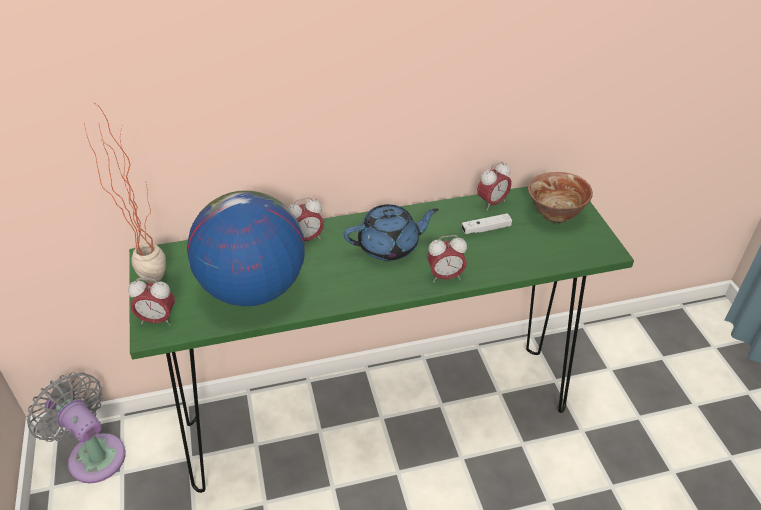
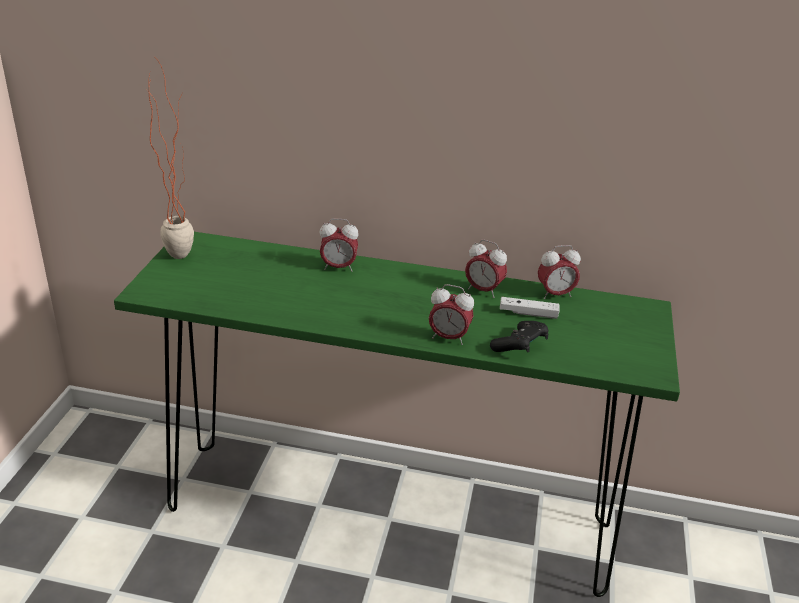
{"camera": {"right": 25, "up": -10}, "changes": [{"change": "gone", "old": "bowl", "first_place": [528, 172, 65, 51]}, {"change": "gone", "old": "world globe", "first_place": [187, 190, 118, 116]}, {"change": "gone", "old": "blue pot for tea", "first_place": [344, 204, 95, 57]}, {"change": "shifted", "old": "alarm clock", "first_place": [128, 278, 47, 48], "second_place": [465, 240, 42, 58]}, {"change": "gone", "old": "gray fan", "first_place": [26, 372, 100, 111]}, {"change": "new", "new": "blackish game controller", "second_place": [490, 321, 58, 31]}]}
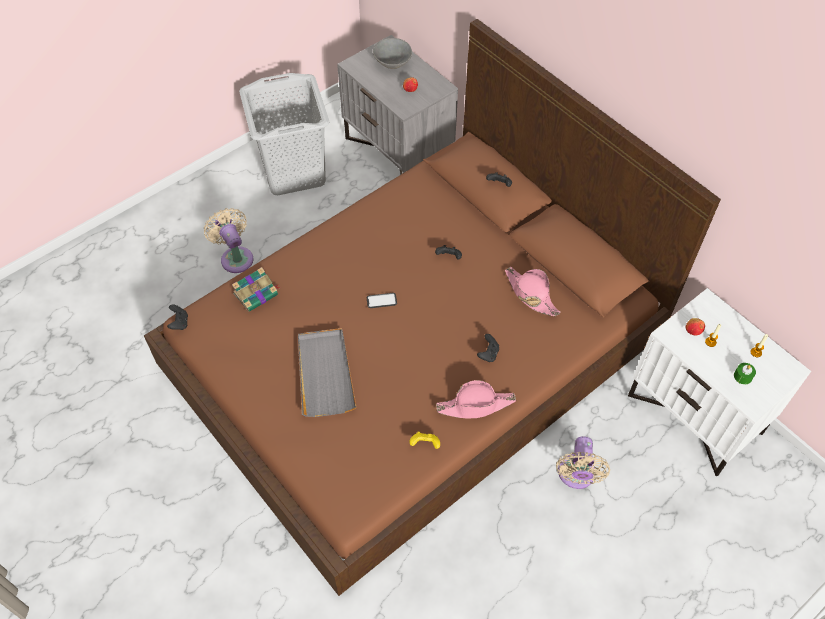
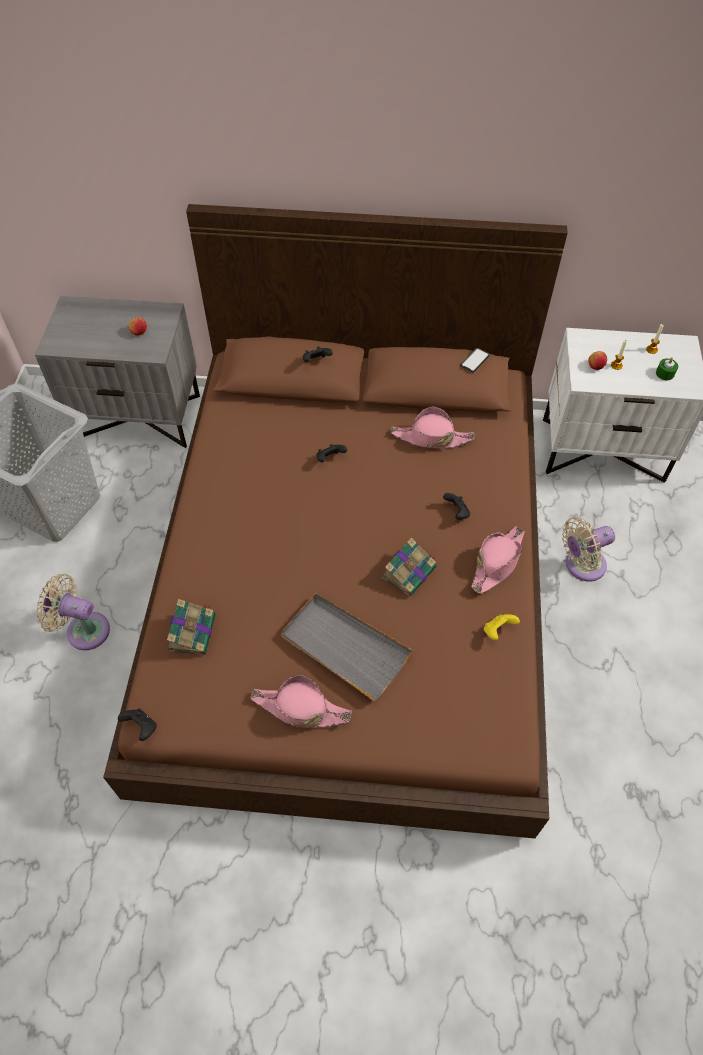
{"camera": {"right": -45, "up": 0}, "changes": [{"change": "gone", "old": "gray bowl", "first_place": [373, 38, 39, 31]}, {"change": "shifted", "old": "phone", "first_place": [367, 293, 30, 15], "second_place": [460, 348, 30, 24]}, {"change": "rotated", "old": "sand-coloured fan", "first_place": [556, 436, 54, 53], "second_place": [562, 517, 53, 65], "degrees": 105}, {"change": "new", "new": "volume", "second_place": [381, 538, 56, 58]}, {"change": "new", "new": "pinkish clothing hat", "second_place": [250, 675, 102, 53]}]}
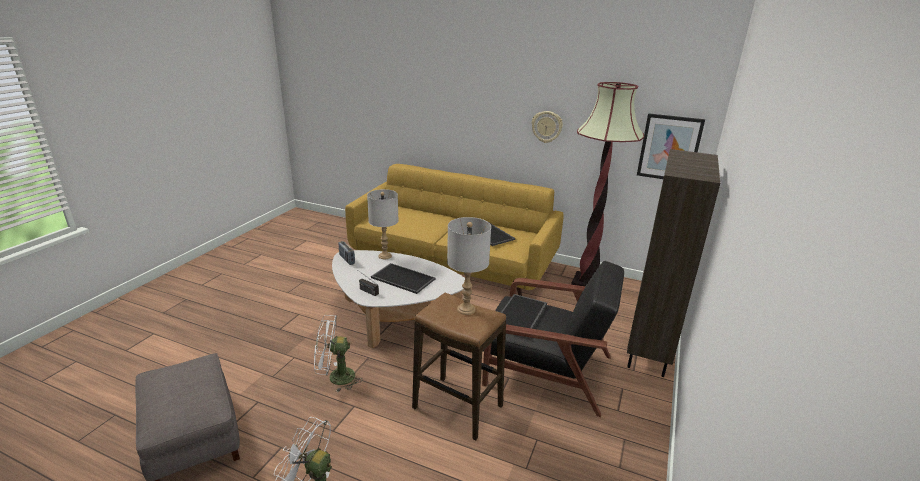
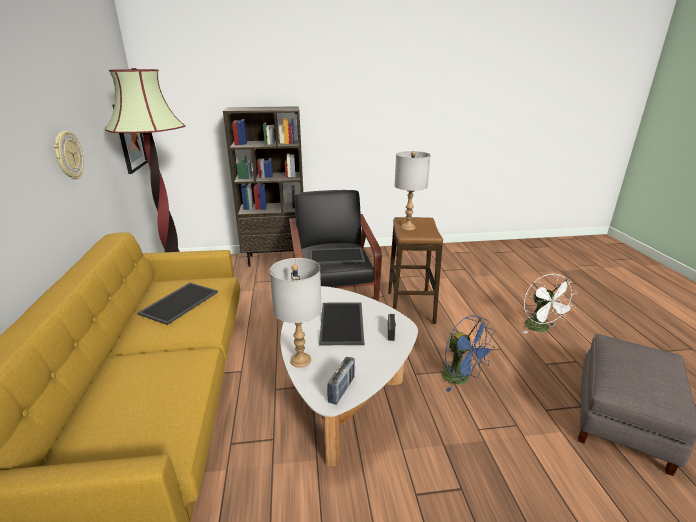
{"camera": {"right": -120, "up": 0}, "changes": [{"change": "repainted", "old": "white-coloured fan", "new": "blue fan", "first_place": [314, 315, 49, 77], "second_place": [441, 315, 55, 77]}]}
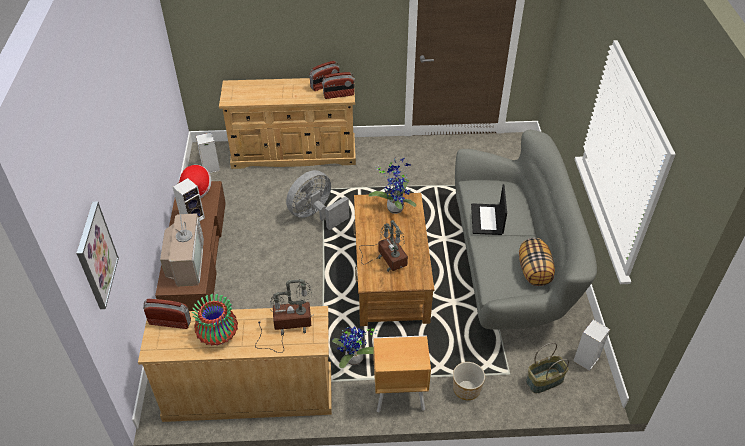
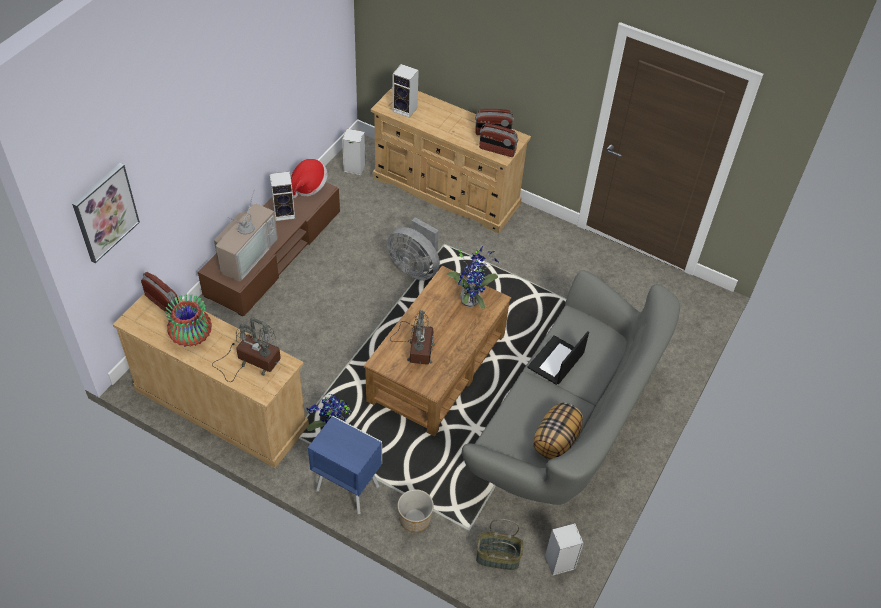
{"camera": {"right": 30, "up": 5}, "changes": [{"change": "rotated", "old": "gray fan", "first_place": [286, 170, 63, 60], "second_place": [387, 217, 53, 63], "degrees": -135}, {"change": "repainted", "old": "brownish nightstand", "new": "blue nightstand", "first_place": [374, 335, 57, 78], "second_place": [308, 416, 74, 98]}, {"change": "new", "new": "loudspeaker", "second_place": [392, 64, 27, 54]}]}
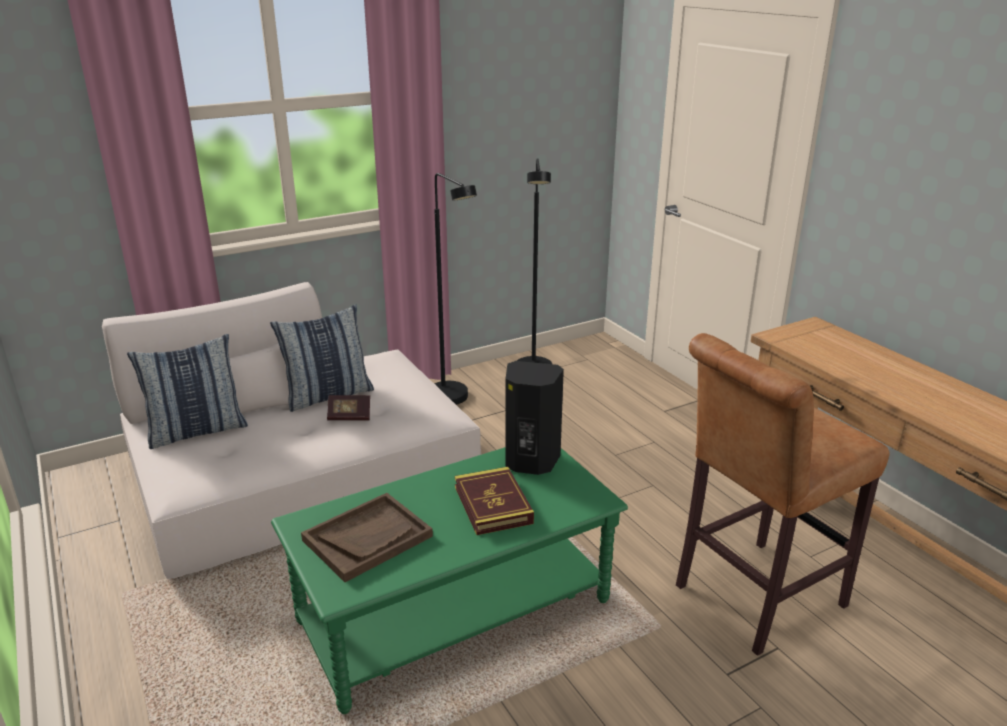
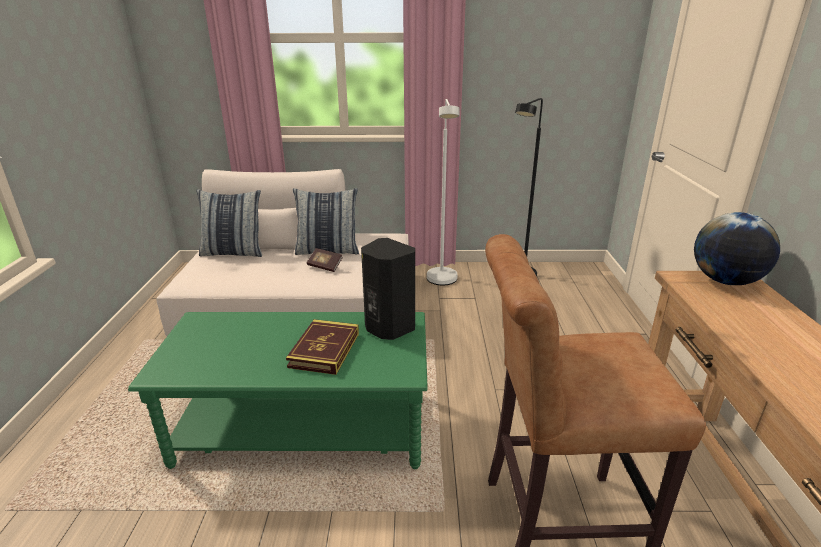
{"camera": {"right": 30, "up": 0}, "changes": [{"change": "repainted", "old": "blackish standing lamp", "new": "white-coloured standing lamp", "first_place": [434, 173, 43, 232], "second_place": [427, 99, 32, 186]}, {"change": "gone", "old": "brownish serving tray", "first_place": [301, 493, 132, 89]}, {"change": "new", "new": "world globe", "second_place": [694, 212, 86, 73]}]}
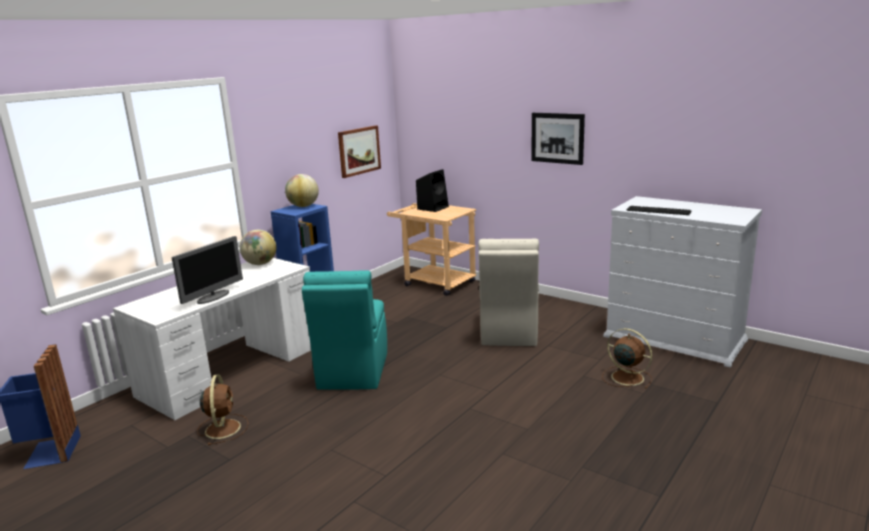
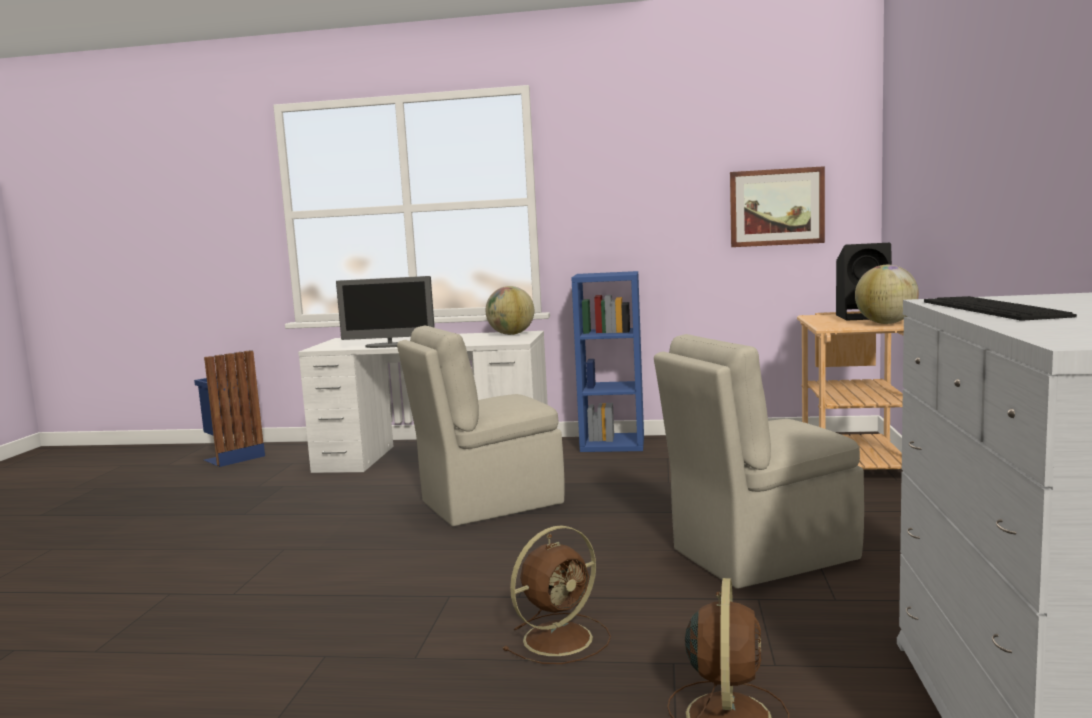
{"camera": {"right": 60, "up": -10}, "changes": [{"change": "gone", "old": "picture", "first_place": [531, 113, 54, 52]}, {"change": "shifted", "old": "world globe", "first_place": [285, 174, 34, 33], "second_place": [855, 265, 64, 59]}, {"change": "repainted", "old": "blue-green chair", "new": "sand-coloured chair", "first_place": [302, 270, 85, 120], "second_place": [397, 326, 167, 201]}, {"change": "shifted", "old": "brownish fan", "first_place": [197, 374, 51, 71], "second_place": [502, 525, 109, 139]}]}
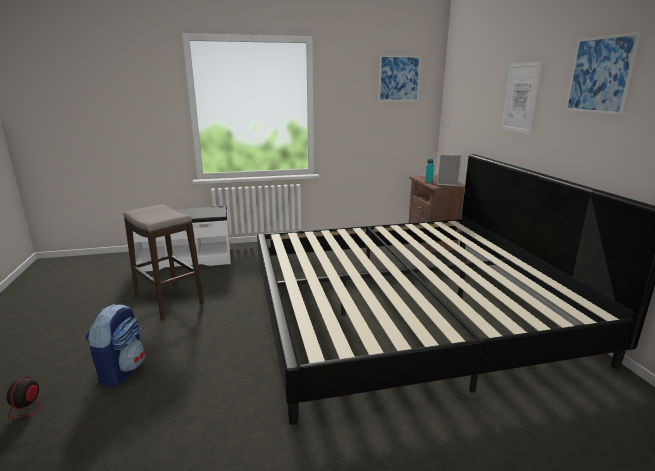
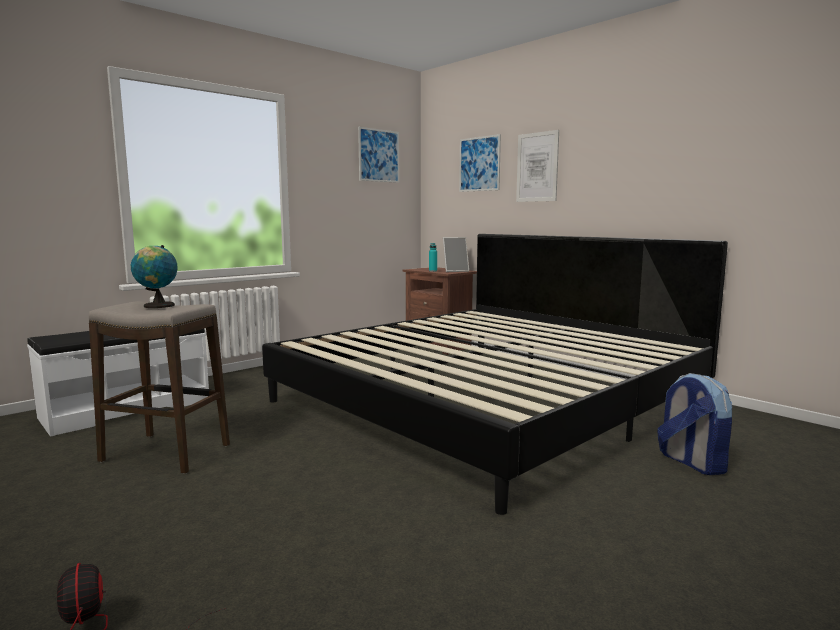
{"camera": {"right": -30, "up": -10}, "changes": [{"change": "shifted", "old": "picture", "first_place": [565, 32, 76, 83], "second_place": [459, 134, 42, 58]}, {"change": "shifted", "old": "backpack", "first_place": [86, 304, 59, 84], "second_place": [657, 373, 75, 102]}, {"change": "new", "new": "world globe", "second_place": [131, 245, 47, 63]}]}
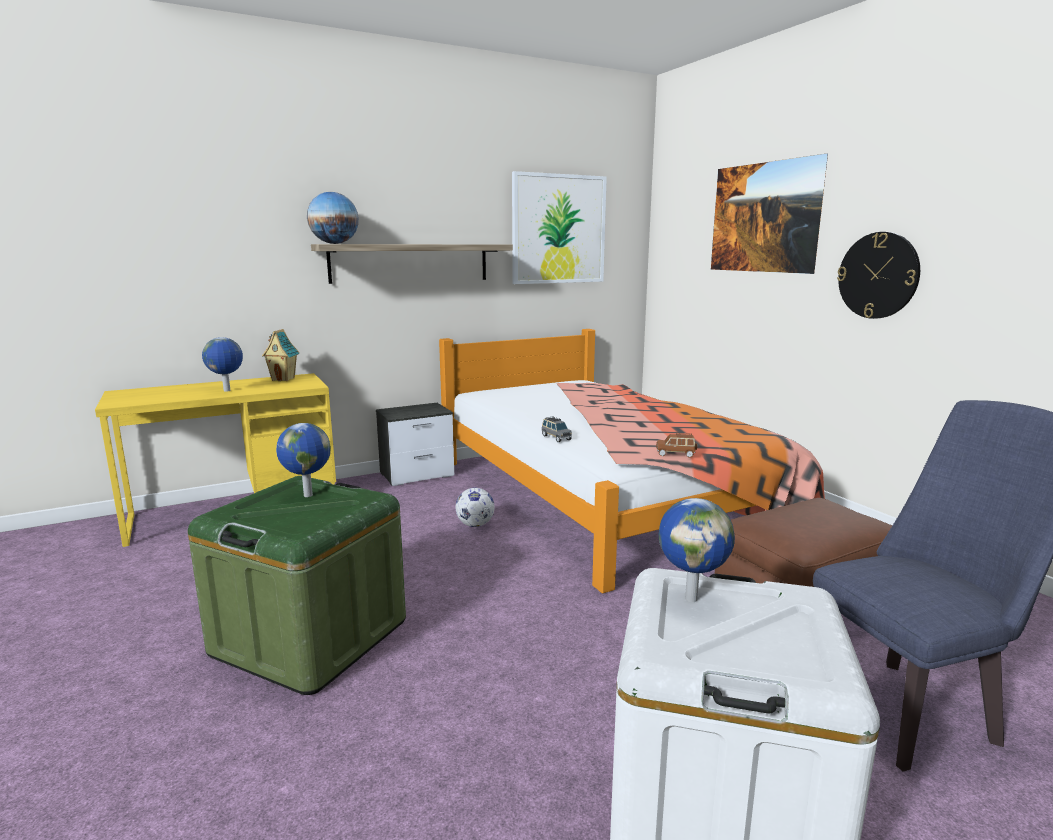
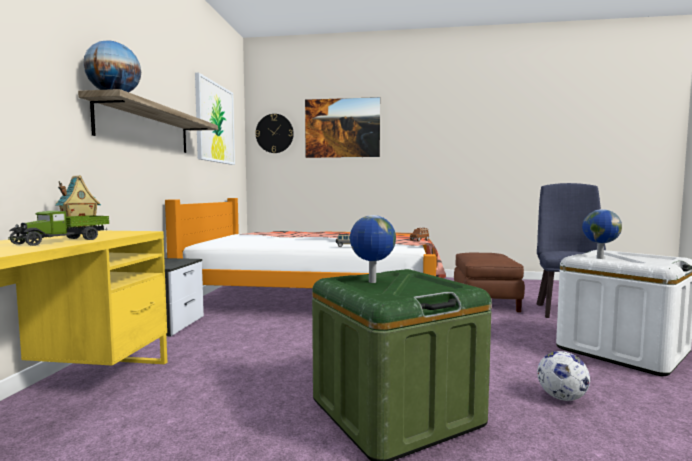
{"camera": {"right": -55, "up": -10}, "changes": [{"change": "shifted", "old": "hanging clock", "first_place": [837, 232, 83, 87], "second_place": [255, 114, 39, 39]}, {"change": "swapped", "old": "world globe", "new": "model truck", "first_place": [202, 337, 41, 55], "second_place": [8, 211, 101, 35]}, {"change": "shifted", "old": "football ball", "first_place": [455, 488, 40, 39], "second_place": [537, 351, 53, 50]}]}
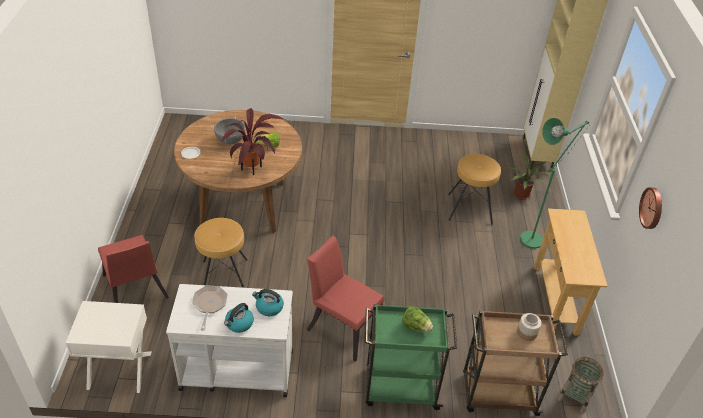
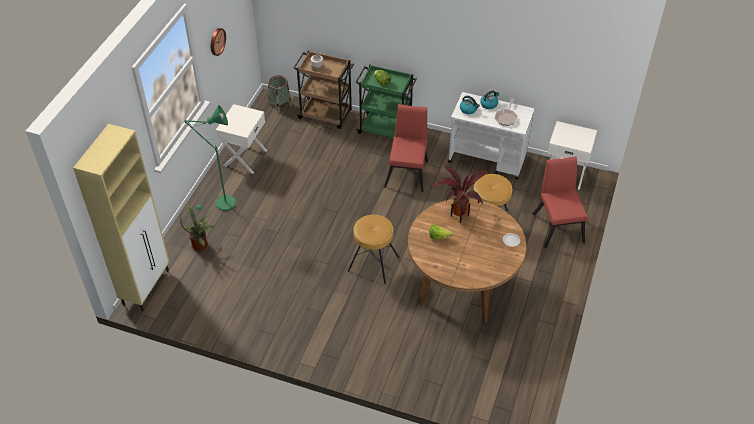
{"camera": {"right": -160, "up": 5}, "changes": [{"change": "gone", "old": "gray cooking pot", "first_place": [211, 117, 36, 27]}, {"change": "shifted", "old": "brownish stool", "first_place": [448, 154, 53, 71], "second_place": [348, 215, 51, 69]}, {"change": "swapped", "old": "sand-coloured hall table", "new": "white-coloured nightstand", "first_place": [534, 208, 73, 128], "second_place": [216, 104, 51, 70]}, {"change": "rotated", "old": "red chair", "first_place": [307, 236, 78, 126], "second_place": [384, 104, 44, 88], "degrees": -135}]}
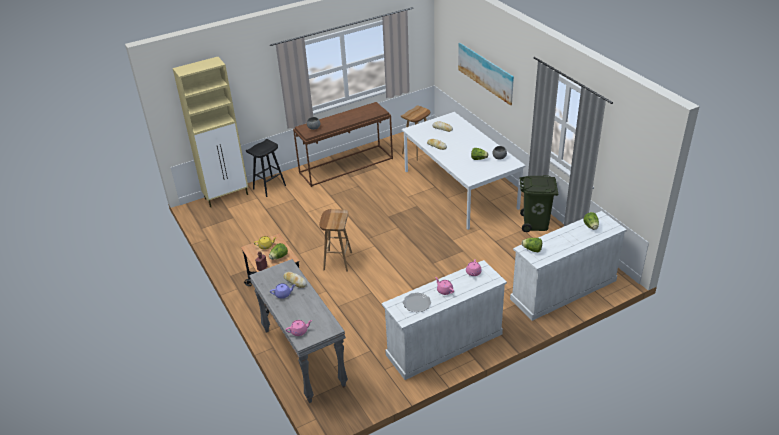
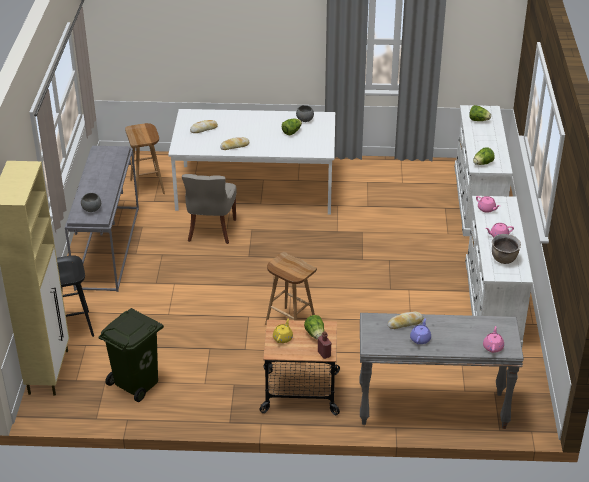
{"camera": {"right": -60, "up": 0}, "changes": [{"change": "gone", "old": "picture", "first_place": [458, 43, 56, 62]}, {"change": "repainted", "old": "brownish hall table", "new": "gray hall table", "first_place": [293, 102, 100, 85], "second_place": [65, 146, 74, 146]}, {"change": "shifted", "old": "green waste bin", "first_place": [519, 175, 39, 57], "second_place": [98, 308, 66, 94]}, {"change": "swapped", "old": "plate", "new": "brownish cooking pot", "first_place": [403, 292, 28, 20], "second_place": [492, 234, 29, 30]}, {"change": "new", "new": "gray chair", "second_place": [182, 174, 54, 70]}]}
